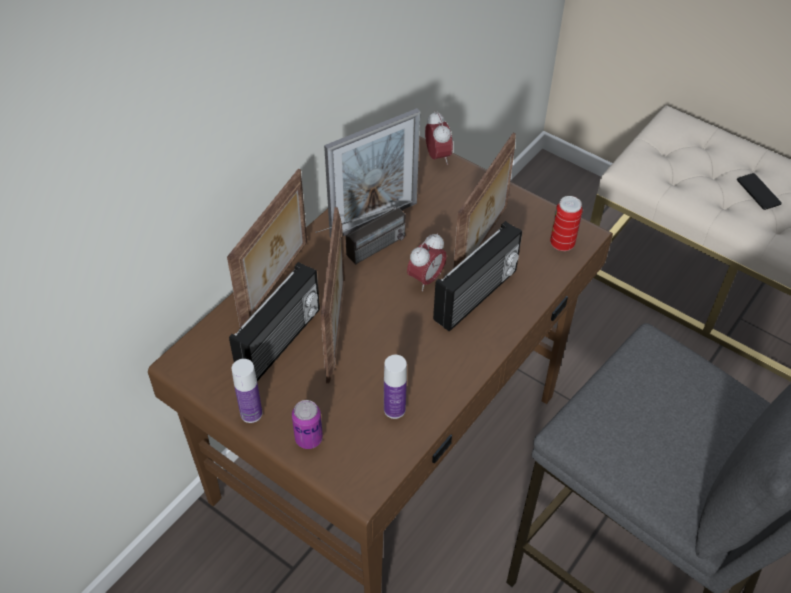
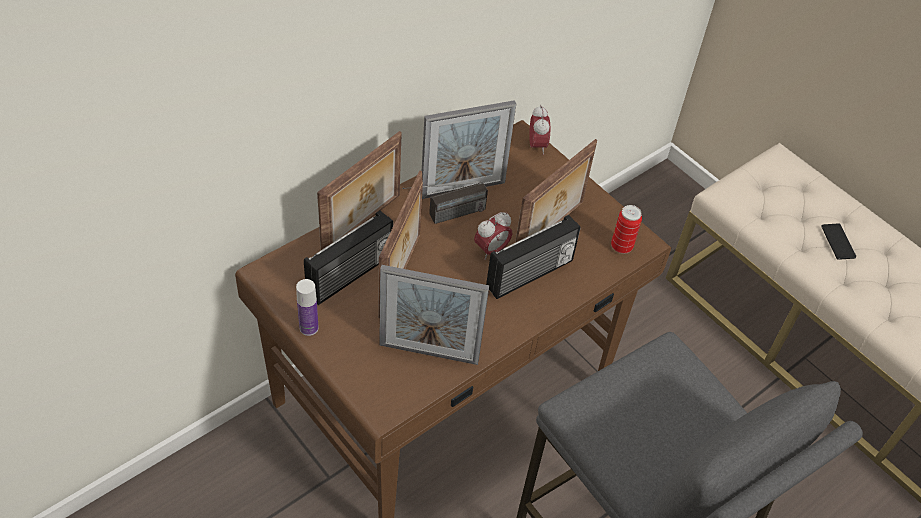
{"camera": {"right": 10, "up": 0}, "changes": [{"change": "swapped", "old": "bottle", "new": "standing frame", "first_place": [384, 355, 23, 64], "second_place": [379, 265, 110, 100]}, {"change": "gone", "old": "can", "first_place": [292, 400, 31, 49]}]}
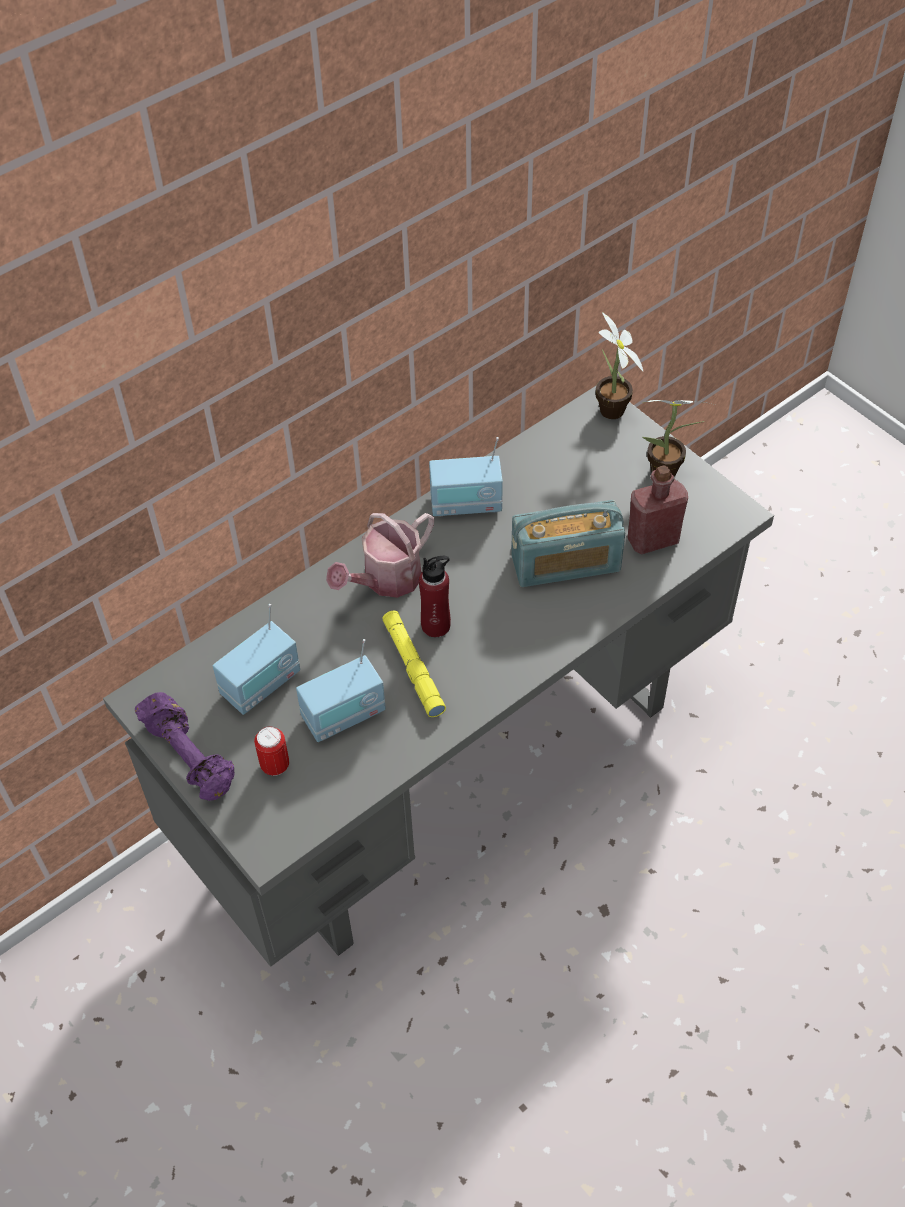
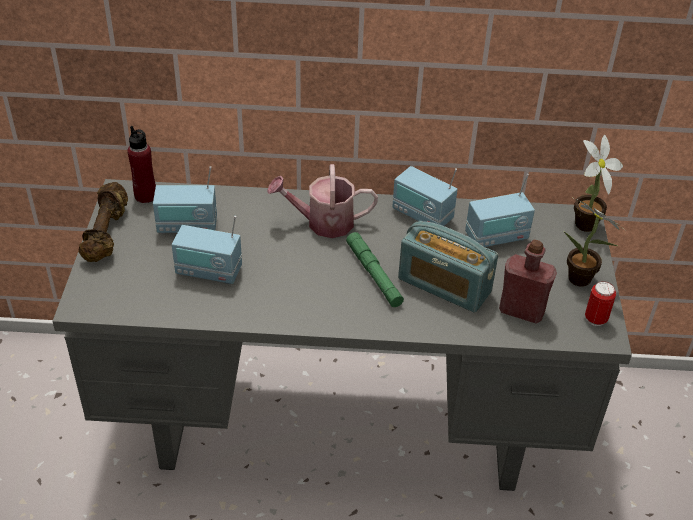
{"camera": {"right": 40, "up": -10}, "changes": [{"change": "shifted", "old": "red bottle", "first_place": [419, 556, 32, 81], "second_place": [127, 126, 29, 77]}, {"change": "gone", "old": "yellowish flashlight", "first_place": [382, 611, 64, 106]}, {"change": "repainted", "old": "purplish hand weight", "new": "brownish hand weight", "first_place": [135, 692, 100, 109], "second_place": [78, 182, 50, 80]}, {"change": "shifted", "old": "can", "first_place": [254, 726, 35, 50], "second_place": [585, 281, 31, 45]}, {"change": "new", "new": "radio", "second_place": [465, 174, 70, 73]}, {"change": "new", "new": "green flashlight", "second_place": [346, 232, 58, 75]}]}
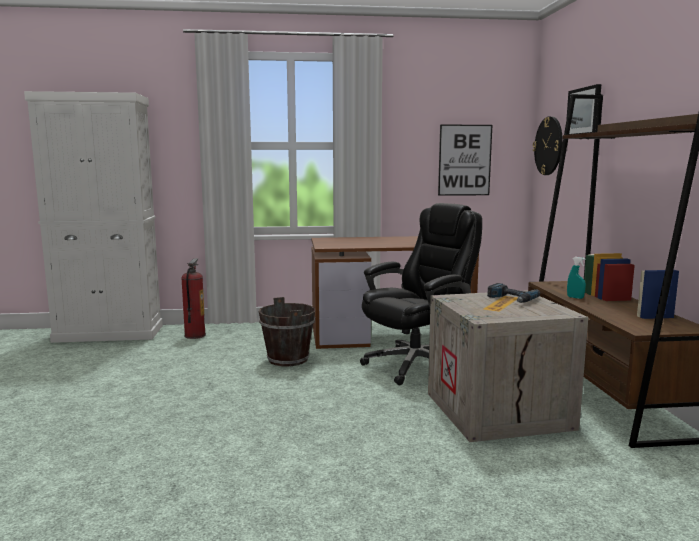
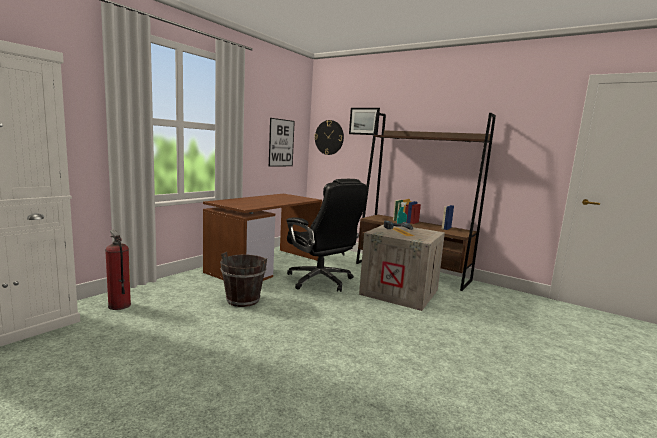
{"camera": {"right": -50, "up": 0}, "changes": [{"change": "rotated", "old": "blackish desk chair", "first_place": [360, 203, 122, 182], "second_place": [286, 179, 81, 113], "degrees": 135}]}
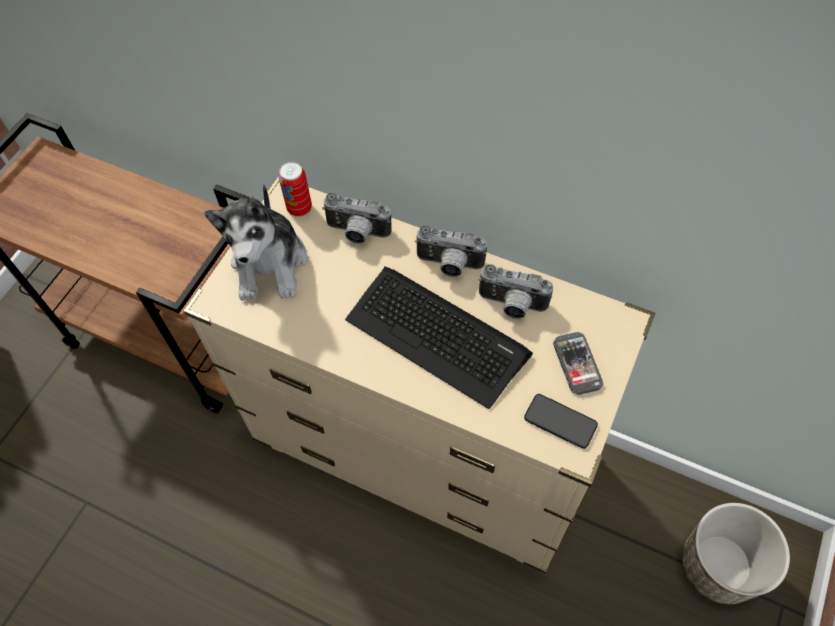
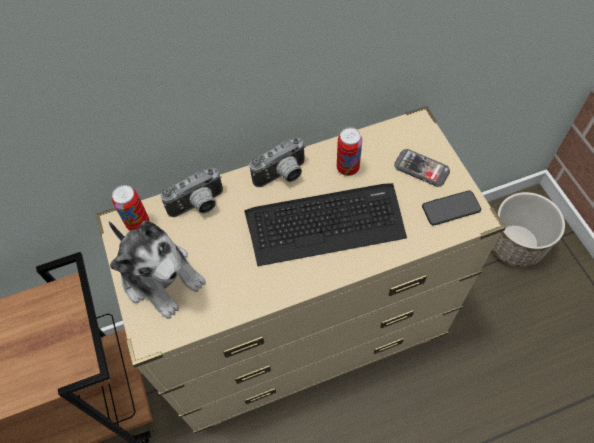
{"camera": {"right": -45, "up": 0}, "changes": [{"change": "swapped", "old": "photo camera", "new": "can", "first_place": [478, 264, 75, 55], "second_place": [337, 127, 25, 49]}]}
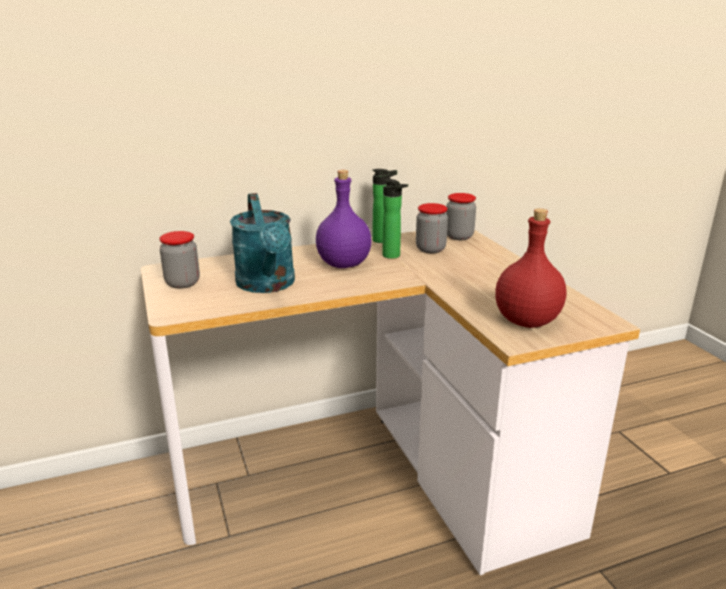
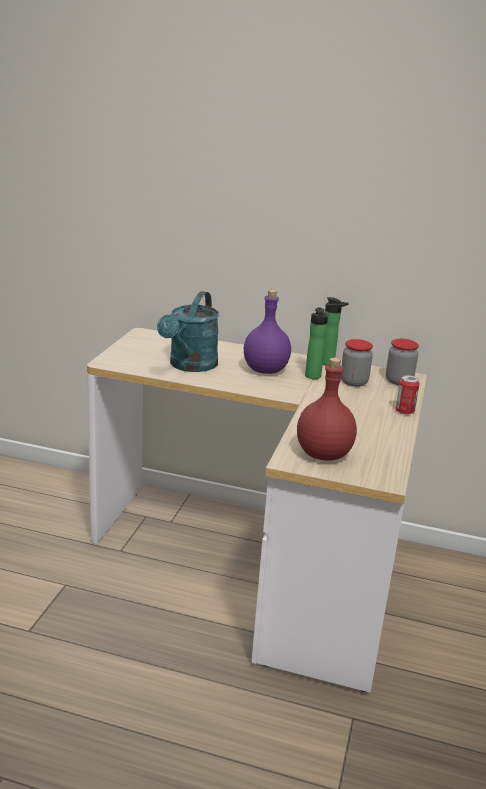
{"camera": {"right": 35, "up": 0}, "changes": [{"change": "gone", "old": "storage jar", "first_place": [159, 231, 41, 58]}, {"change": "new", "new": "can", "second_place": [396, 375, 24, 40]}]}
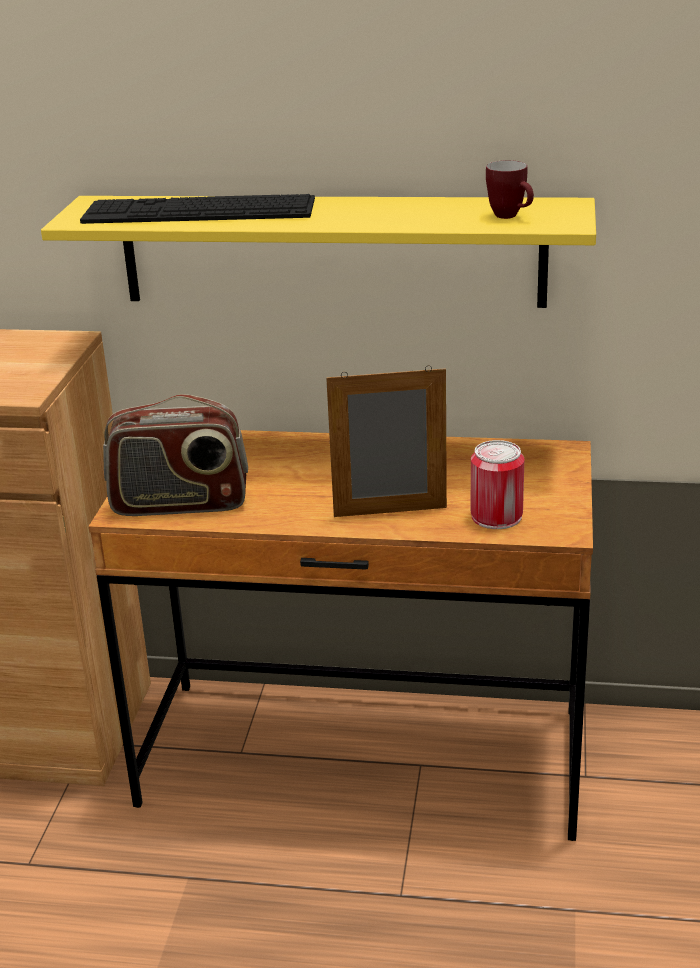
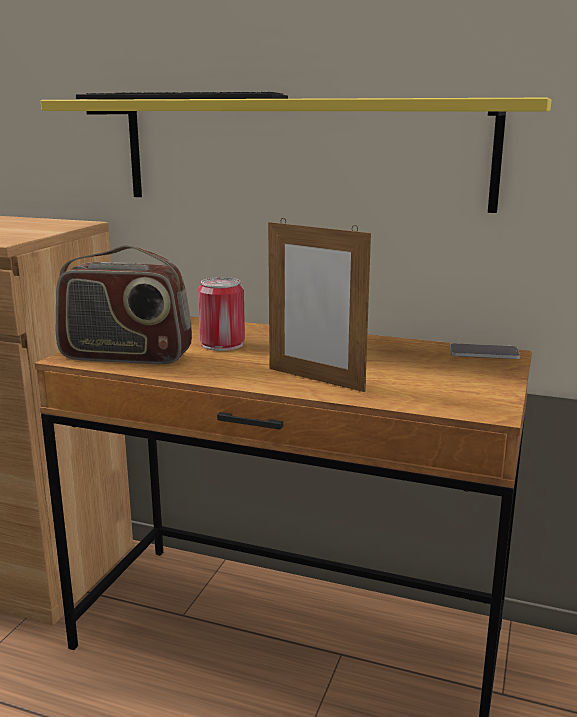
{"camera": {"right": 10, "up": -10}, "changes": [{"change": "gone", "old": "tea mug", "first_place": [486, 160, 48, 59]}, {"change": "rotated", "old": "standing frame", "first_place": [326, 365, 121, 152], "second_place": [268, 218, 103, 174], "degrees": -150}, {"change": "shifted", "old": "can", "first_place": [471, 440, 53, 89], "second_place": [198, 277, 47, 74]}, {"change": "new", "new": "phone", "second_place": [450, 343, 70, 16]}]}
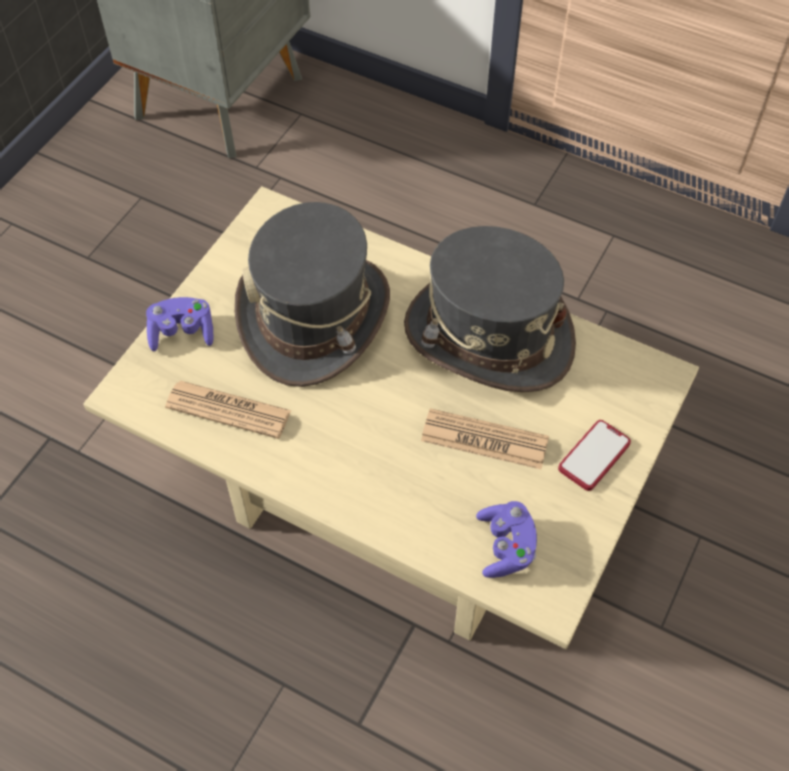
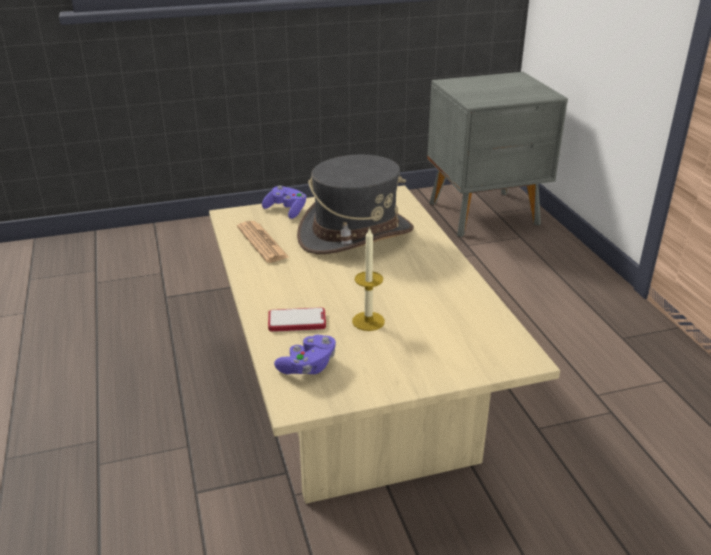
{"camera": {"right": 45, "up": -25}, "changes": [{"change": "gone", "old": "gray clothing hat", "first_place": [404, 226, 172, 166]}, {"change": "swapped", "old": "daily paper", "new": "candle", "first_place": [421, 408, 128, 61], "second_place": [352, 227, 33, 104]}, {"change": "shifted", "old": "phone", "first_place": [558, 420, 73, 71], "second_place": [268, 307, 58, 25]}]}
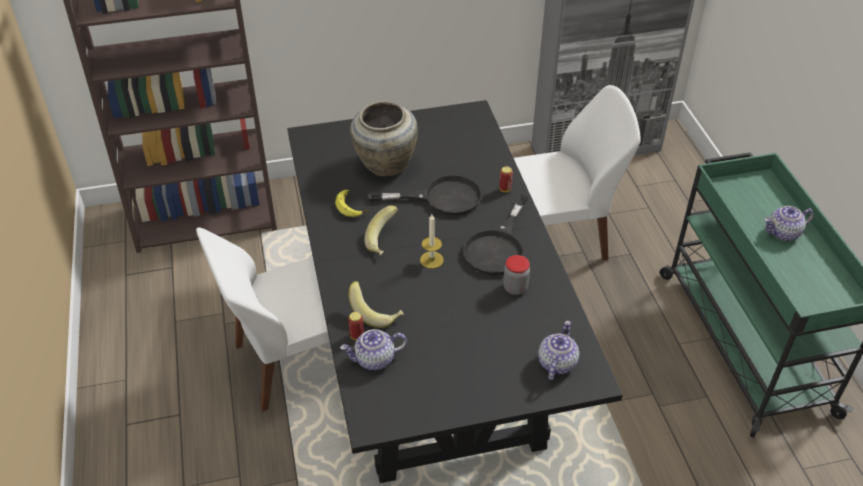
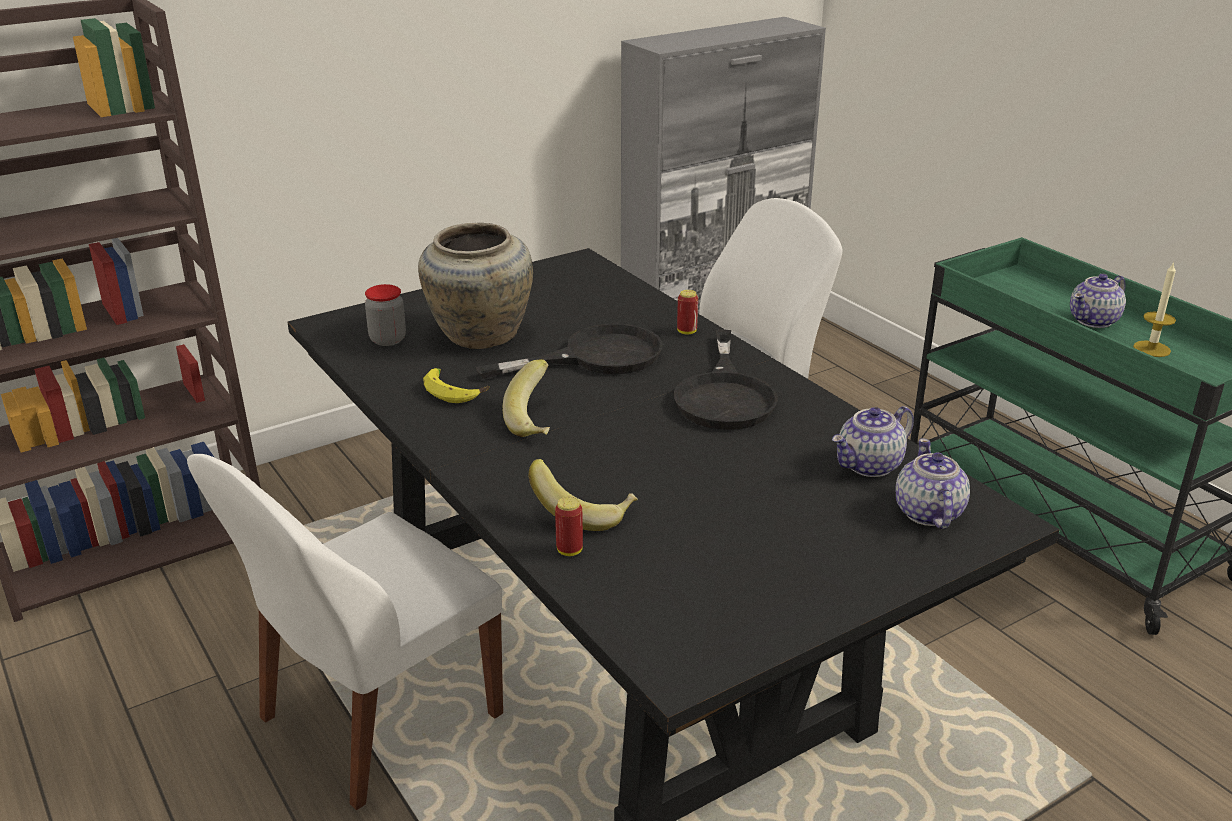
{"camera": {"right": -20, "up": -15}, "changes": [{"change": "shifted", "old": "candle", "first_place": [420, 214, 24, 55], "second_place": [1133, 261, 43, 96]}, {"change": "shifted", "old": "storage jar", "first_place": [503, 255, 27, 40], "second_place": [365, 284, 41, 62]}, {"change": "shifted", "old": "pot for tea", "first_place": [340, 329, 67, 41], "second_place": [832, 406, 82, 71]}]}
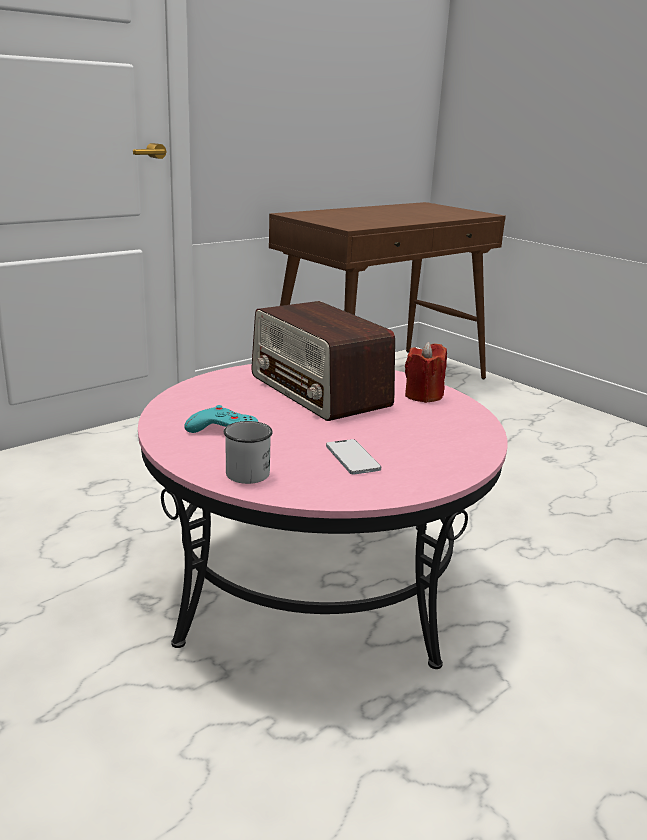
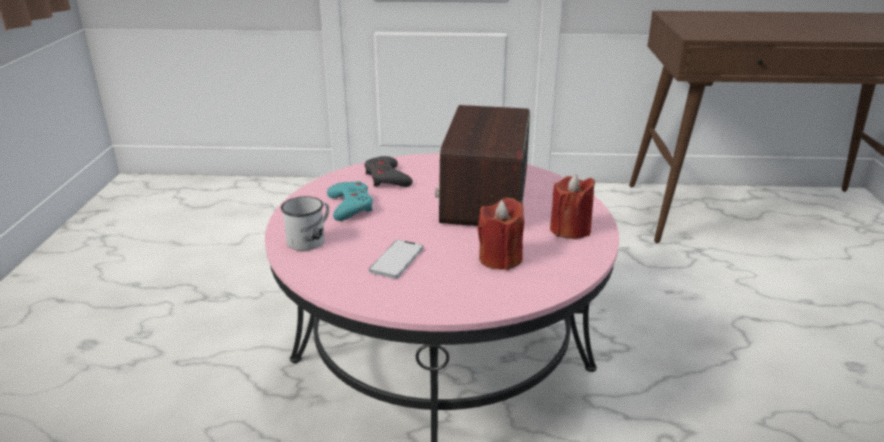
{"camera": {"right": 45, "up": 5}, "changes": [{"change": "new", "new": "gray game controller", "second_place": [364, 156, 49, 31]}, {"change": "new", "new": "red candle", "second_place": [478, 198, 46, 72]}]}
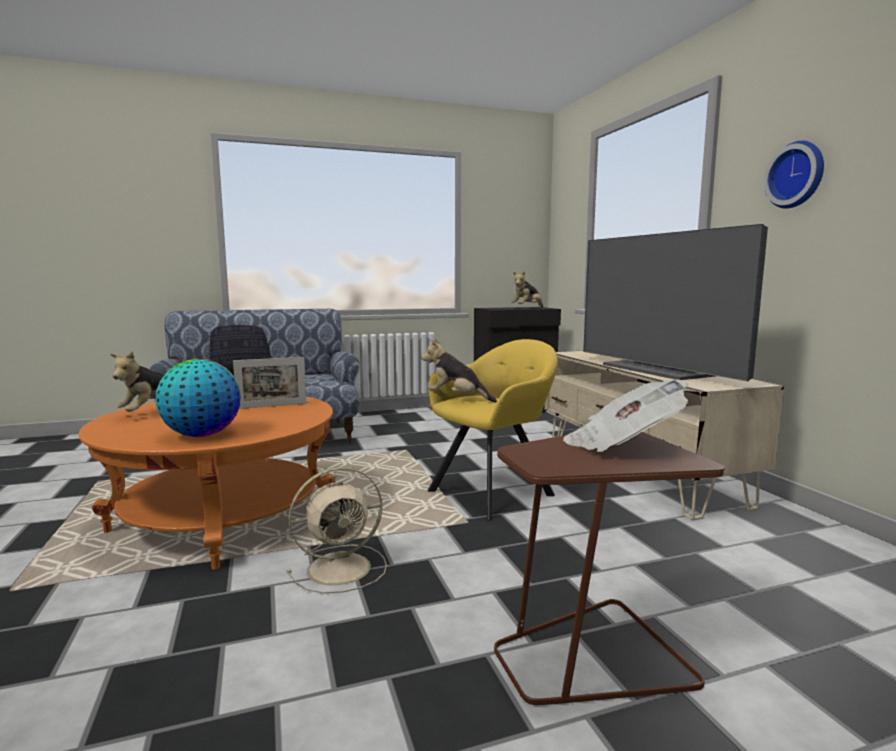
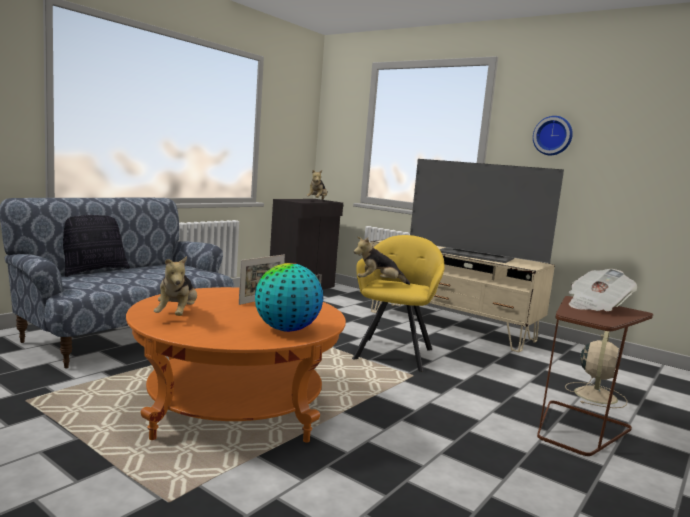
{"camera": {"right": -35, "up": 0}, "changes": [{"change": "shifted", "old": "sand-coloured fan", "first_place": [286, 467, 101, 127], "second_place": [565, 331, 62, 77]}]}
